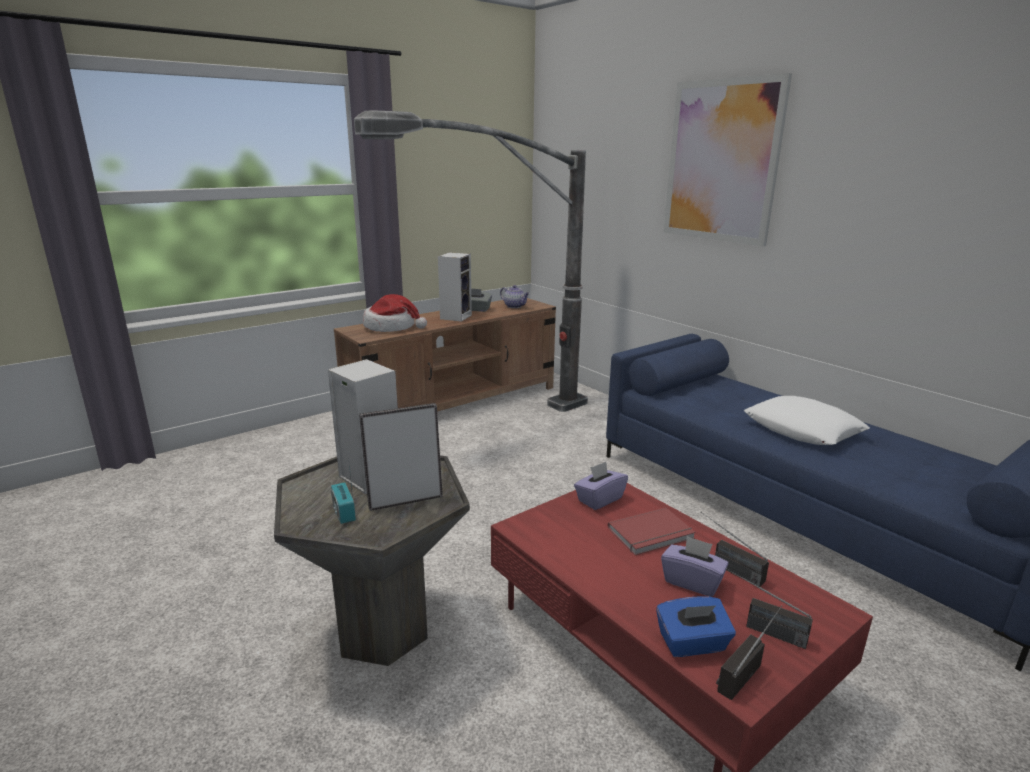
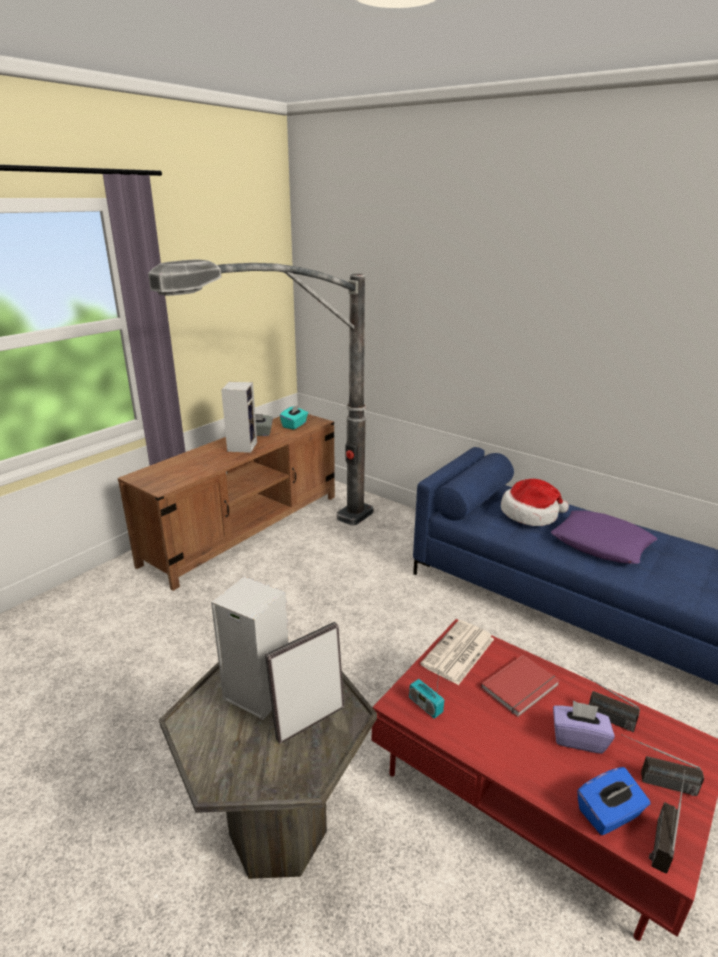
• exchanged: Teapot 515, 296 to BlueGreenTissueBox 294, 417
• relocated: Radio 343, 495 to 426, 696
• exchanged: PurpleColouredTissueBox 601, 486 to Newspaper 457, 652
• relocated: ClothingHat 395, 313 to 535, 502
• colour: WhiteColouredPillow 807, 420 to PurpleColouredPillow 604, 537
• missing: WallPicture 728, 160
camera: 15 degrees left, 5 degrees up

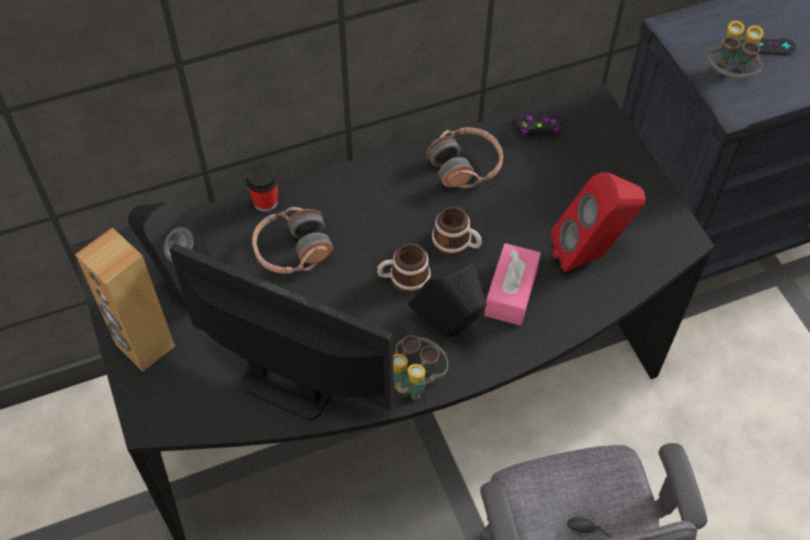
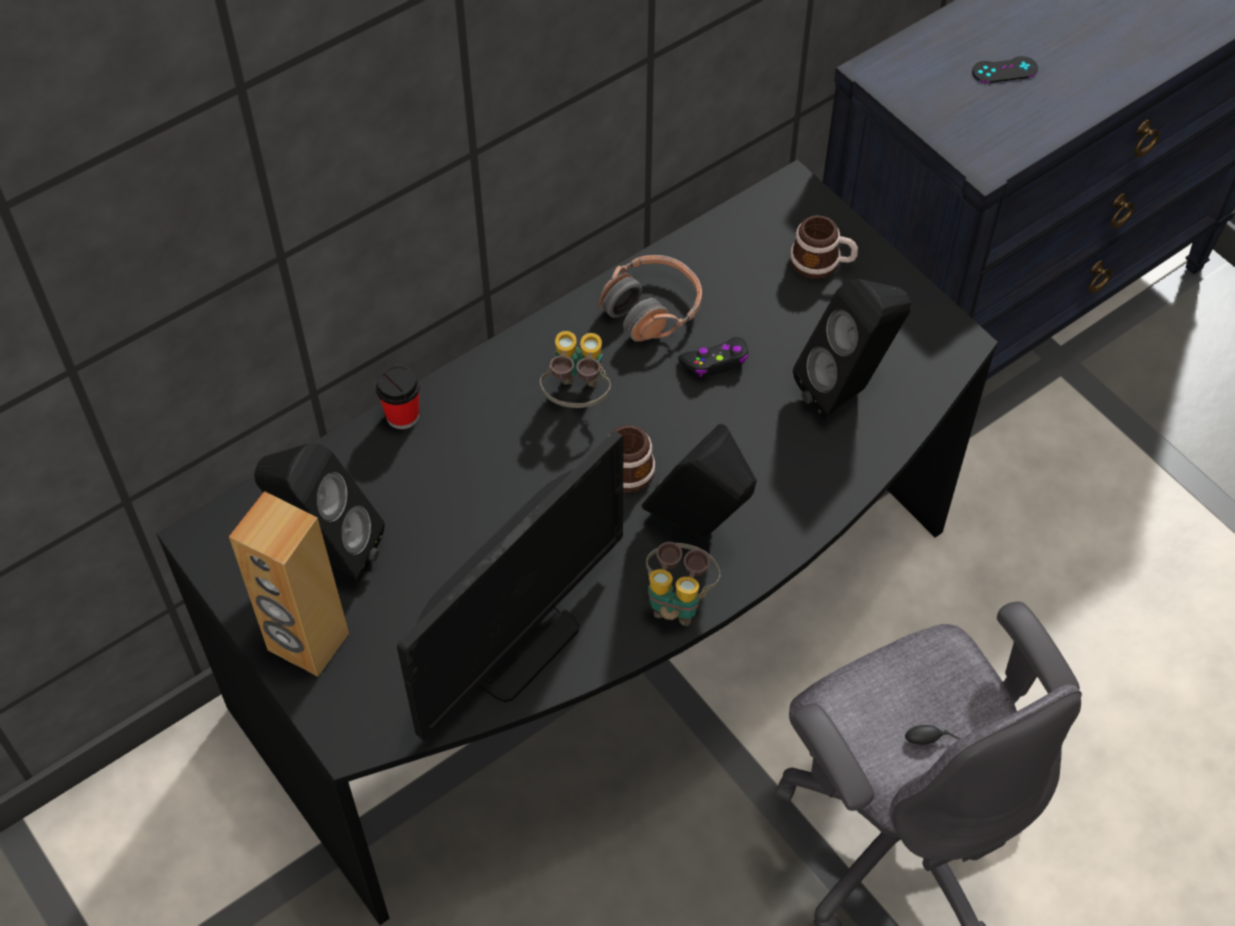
• spun: ComputerDisplay 281, 331 = 510, 586 120 degrees clockwise
• relocated: FieldGlasses 735, 49 to 575, 369
• relocated: BlackColouredJoypad 536, 126 to 713, 357
• relocated: Mug 456, 231 to 824, 247
• colour: ReddishAudioSpeaker 598, 222 to BlackColouredAudioSpeaker 852, 349
• missing: PairOfHeadphones 292, 240
• missing: PinkishTissueBox 512, 284
camera: 15 degrees left, 0 degrees up

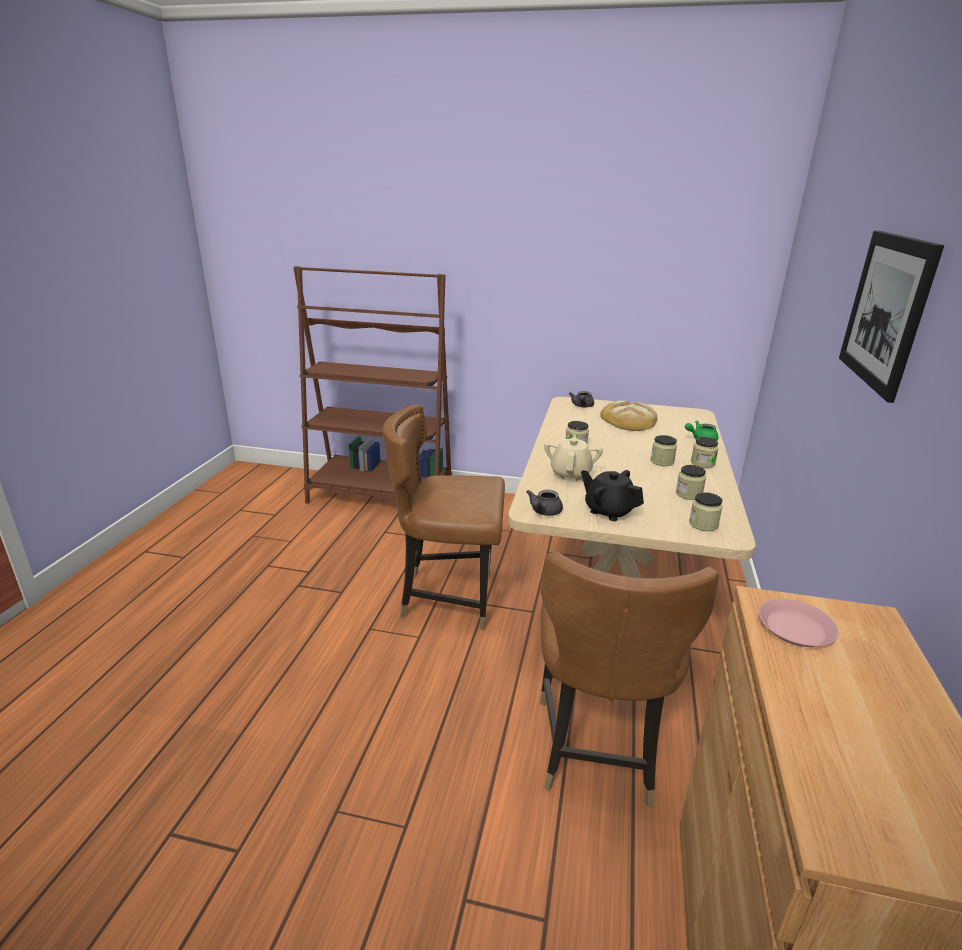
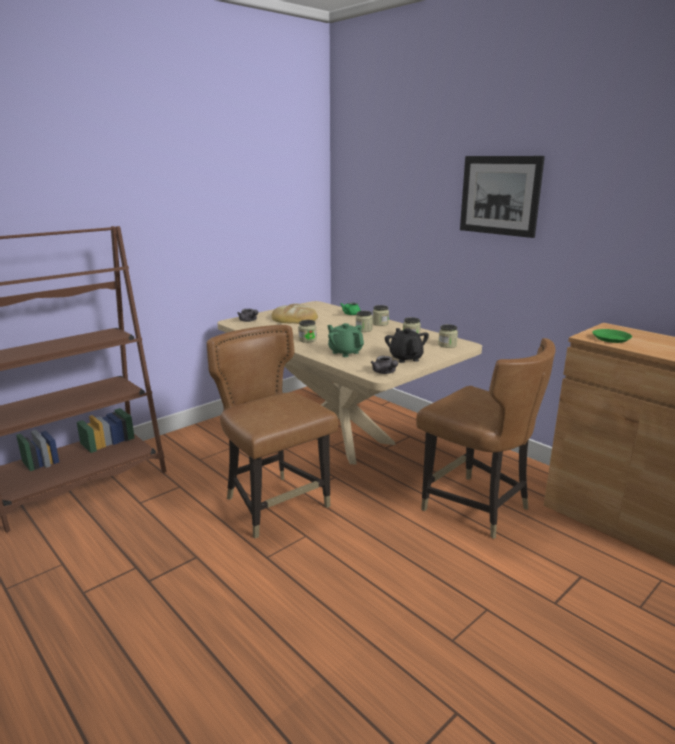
• spun: BrownColouredUprightChair 443, 517 = 272, 431 105 degrees clockwise
• colour: SandColouredTeapot 573, 458 to GreenColouredTeapot 345, 340
• spun: BlackColouredTeapot 612, 495 = 407, 345 90 degrees clockwise
• colour: PinkishPlate 799, 623 to GreenColouredPlate 612, 336
camera: 55 degrees left, 5 degrees down

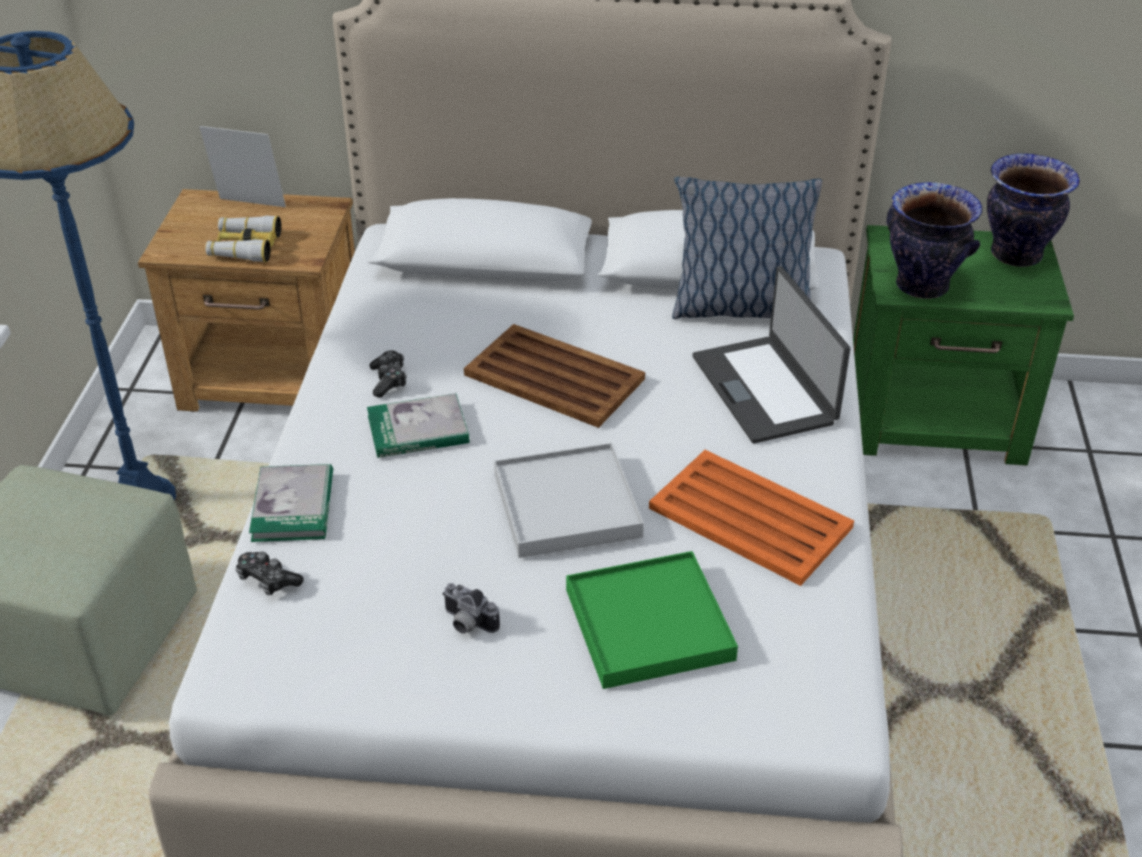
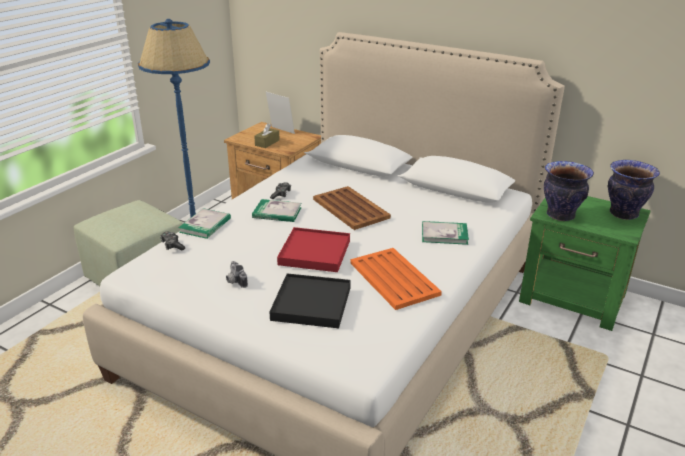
• exchanged: FieldGlasses 243, 239 to BrownColouredTissueBox 267, 135
• colour: GreenColouredServingTray 652, 620 to BlackColouredServingTray 309, 300
• colour: WhiteColouredServingTray 569, 500 to ReddishServingTray 313, 249
• exchanged: NotebookComputer 771, 354 to BoundBook 445, 233
• missing: Pillow 747, 248
camera: 25 degrees right, 10 degrees down

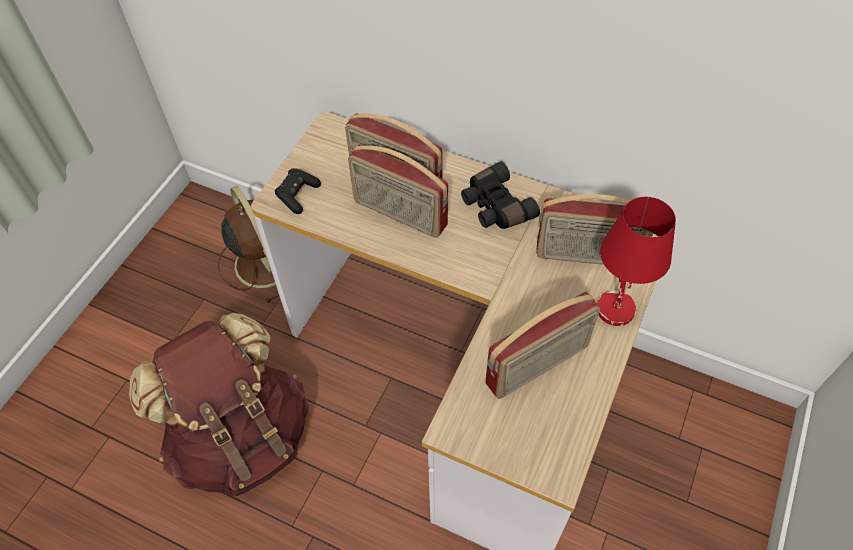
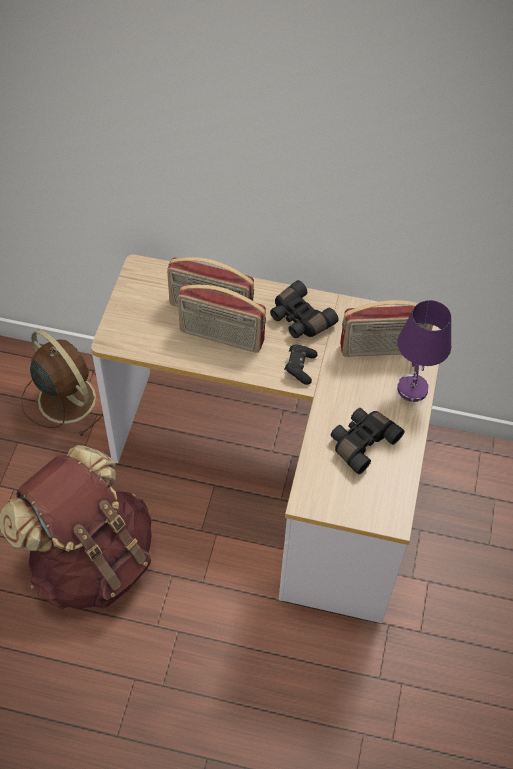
• relocated: BlackColouredJoypad 298, 191 to 301, 364
• exchanged: Radio 542, 345 to BlackColouredFieldGlasses 368, 441
• colour: ReddishTableLamp 636, 261 to PurpleColouredTableLamp 424, 351
camera: 15 degrees left, 0 degrees up

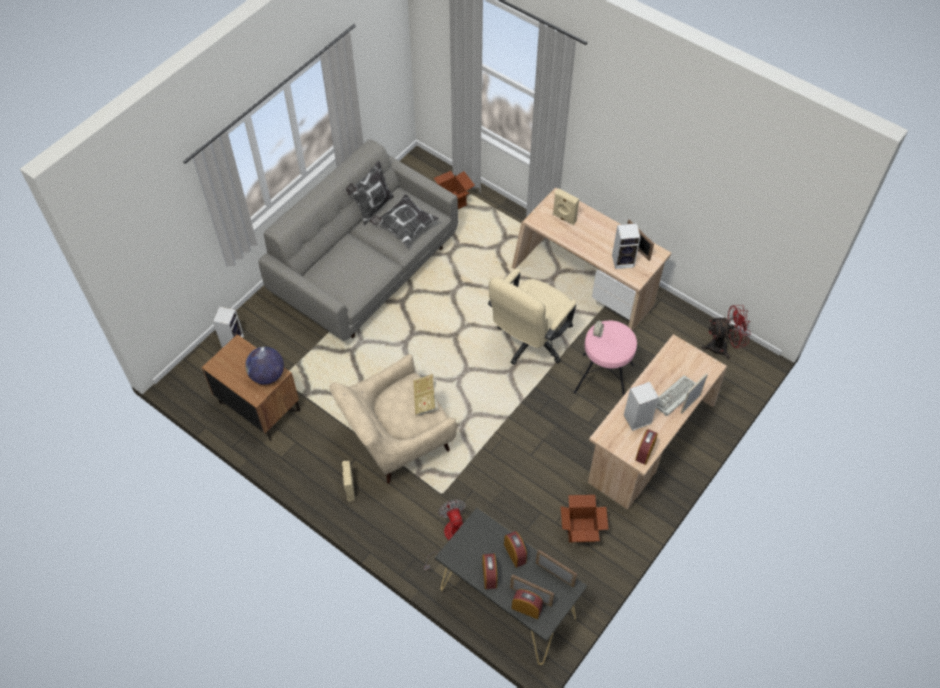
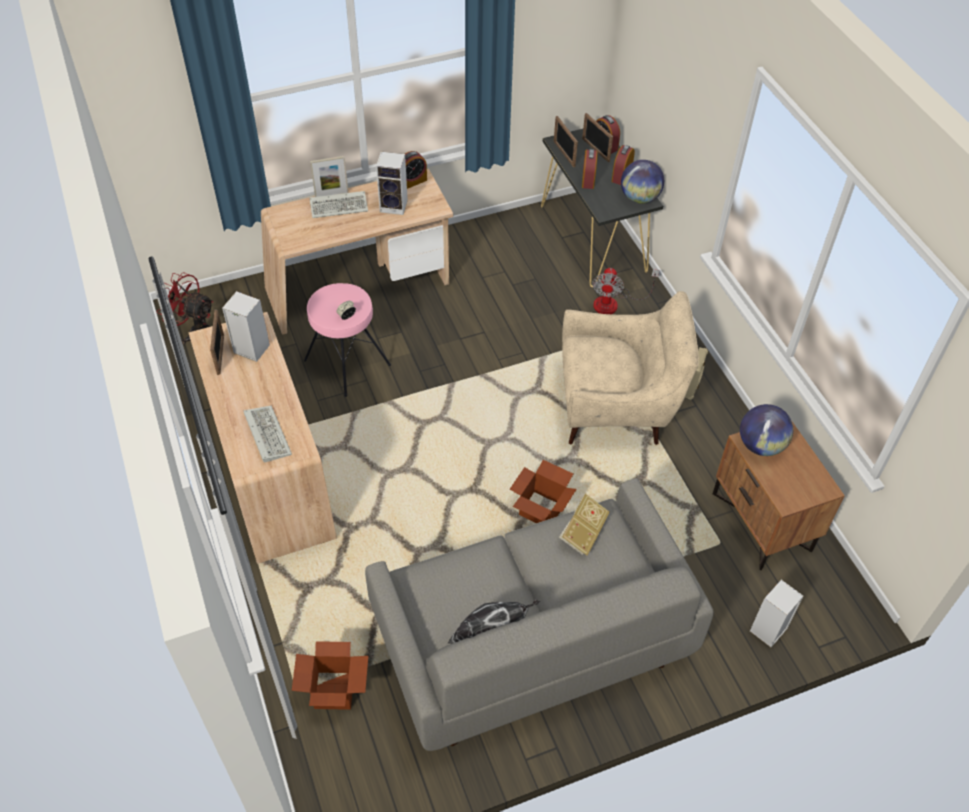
• exchanged: SandColouredAudioSpeaker 566, 206 to ComputerKeyboard 268, 434
• relocated: CardboardBox 584, 518 to 543, 491
• relocated: BoundBook 426, 394 to 584, 525
• appeared: DeskGlobe 642, 182
• missing: Pillow 404, 220
• missing: SandColouredOfficeChair 532, 316
camera: 150 degrees left, 5 degrees down

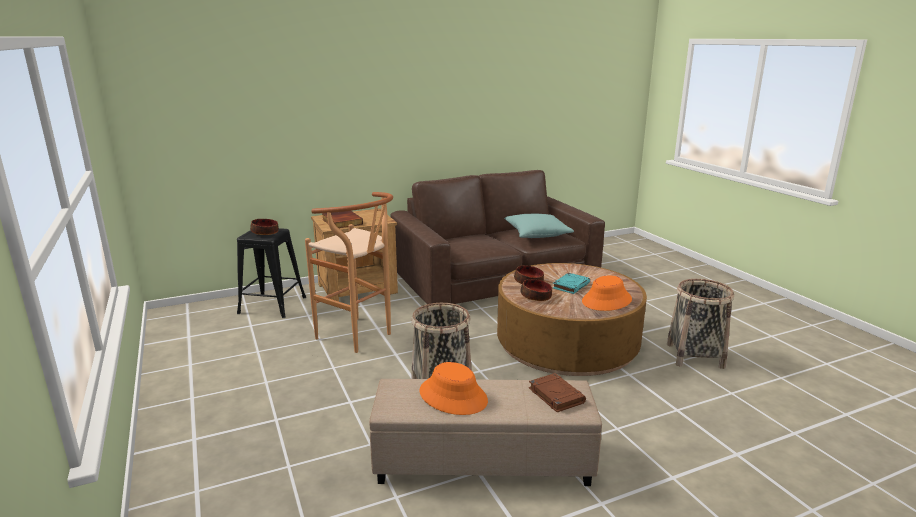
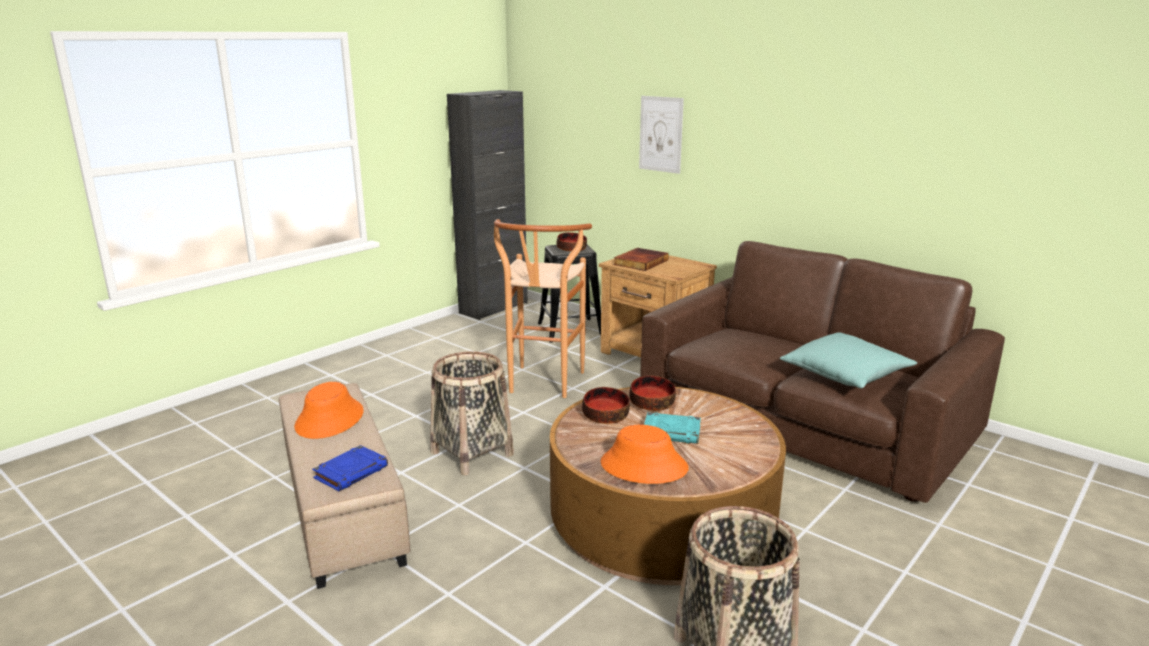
• colour: BrownColouredBoundBook 557, 392 to BlueColouredBoundBook 350, 468
• appeared: BlackColouredStorageCabinet 487, 205
• appeared: WallPicture 661, 135
camera: 65 degrees right, 0 degrees up

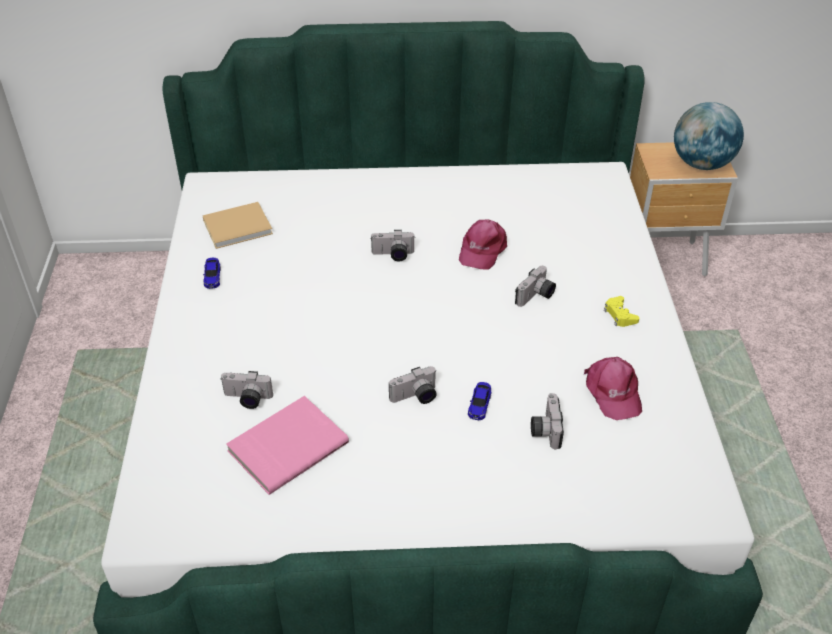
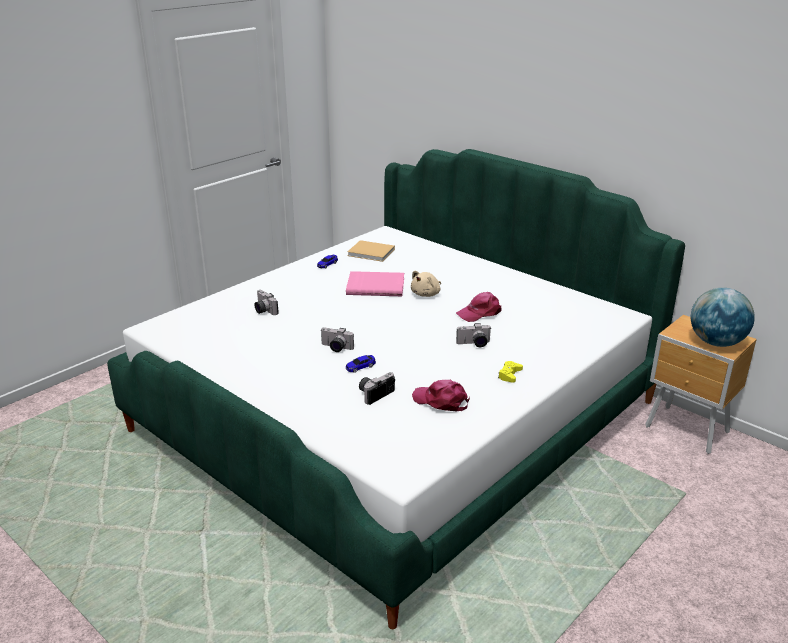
• relocated: PinkishBoundBook 287, 445 to 375, 283
• exchanged: PhotoCamera 392, 245 to SandColouredSoftToy 426, 284
• spun: PinkishCap 613, 388 = 441, 395 90 degrees clockwise
camera: 45 degrees right, 15 degrees down

